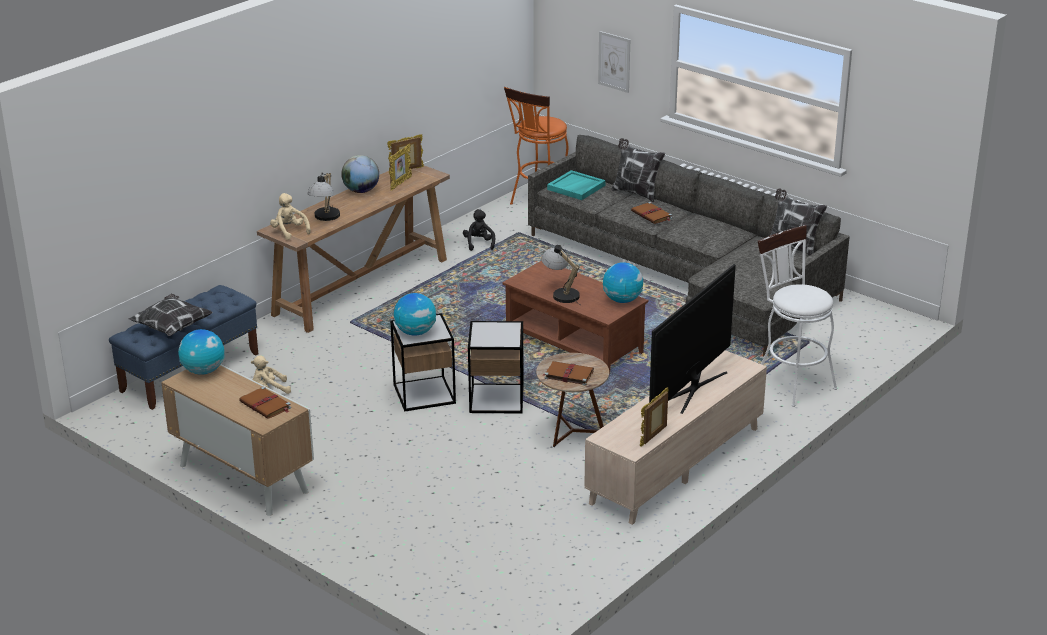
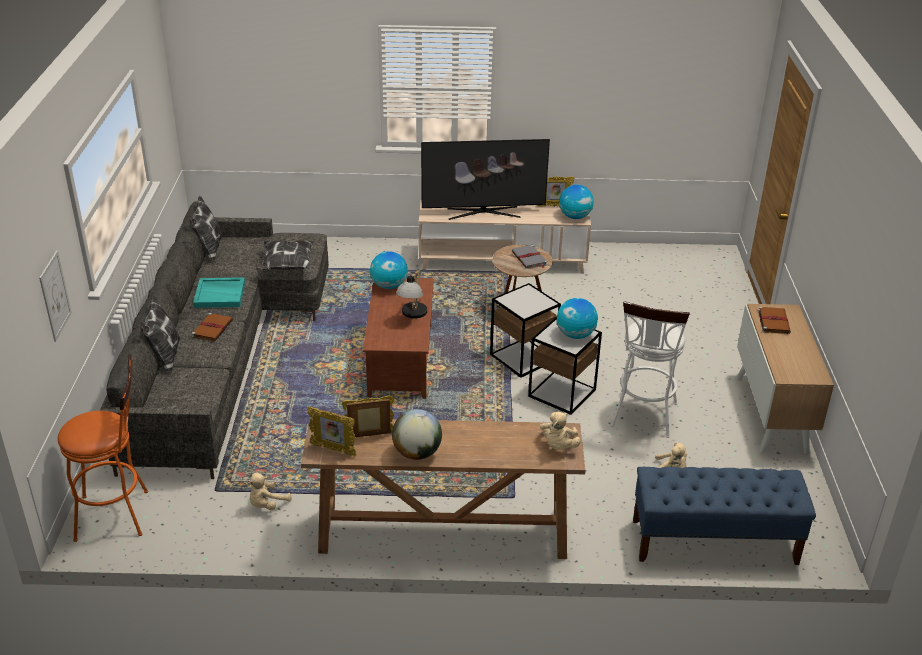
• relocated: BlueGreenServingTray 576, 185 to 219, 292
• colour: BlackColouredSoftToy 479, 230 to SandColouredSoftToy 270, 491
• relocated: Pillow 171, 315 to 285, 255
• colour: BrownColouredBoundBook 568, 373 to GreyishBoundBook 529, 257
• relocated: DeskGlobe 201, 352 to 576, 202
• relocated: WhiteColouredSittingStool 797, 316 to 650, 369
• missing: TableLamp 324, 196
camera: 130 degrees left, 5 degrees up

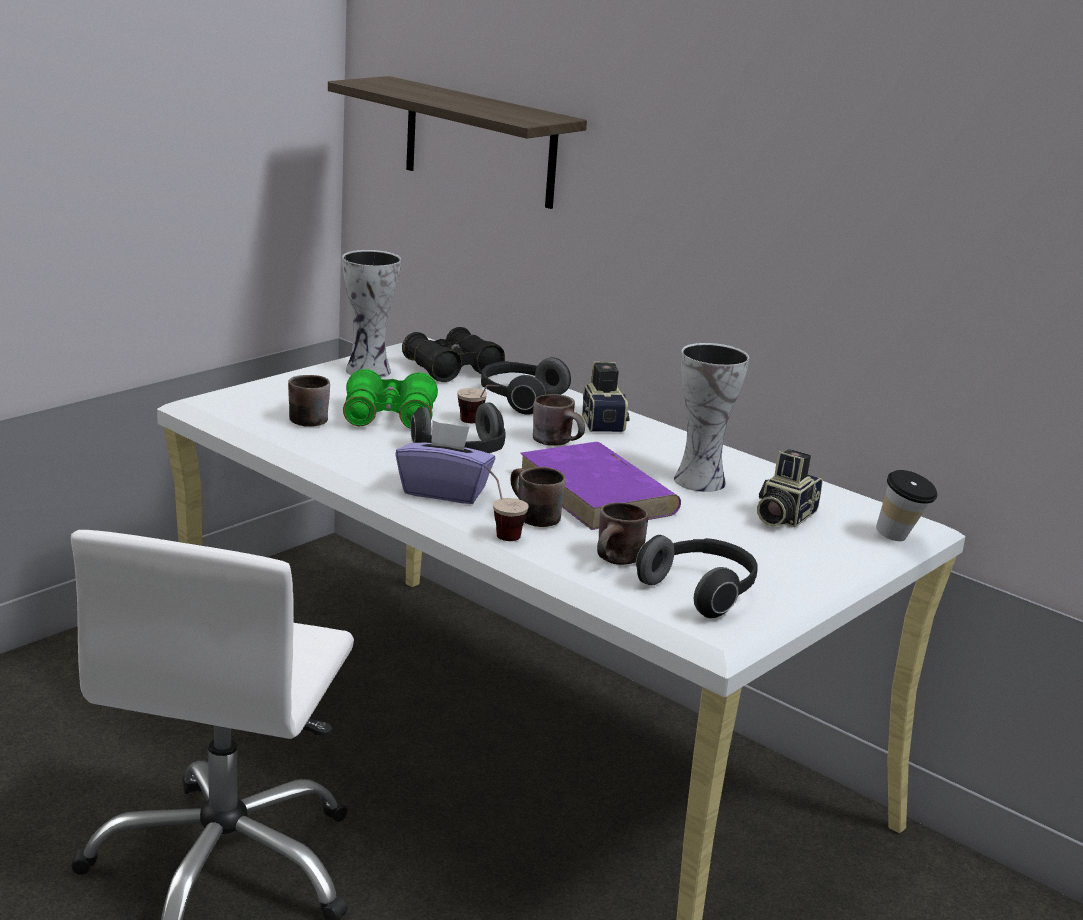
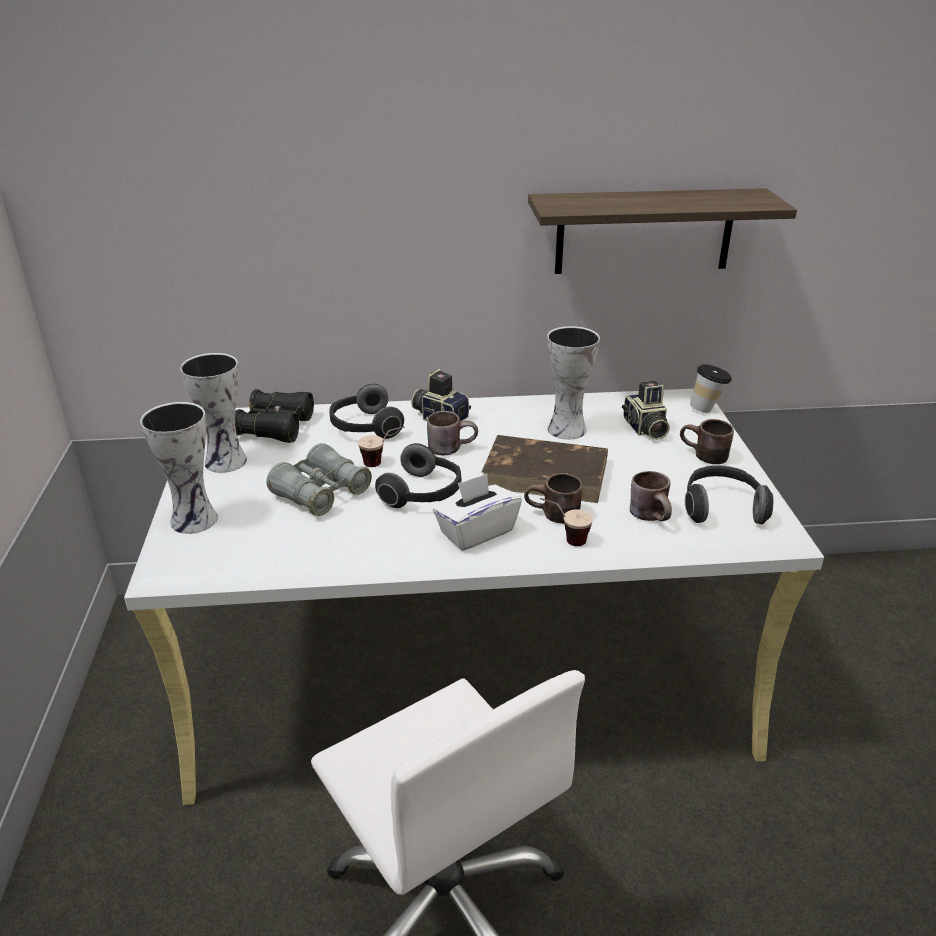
• appeared: DecorativeVase 179, 468
• colour: GreenColouredFieldGlasses 390, 399 to GreyishFieldGlasses 319, 479
• colour: PurpleColouredTissueBox 445, 462 to WhiteColouredTissueBox 477, 512
• colour: PurpleColouredBoundBook 600, 486 to BrownColouredBoundBook 544, 469
• relocated: WallShelf 457, 142 to 662, 231
• relocated: BrownColouredMug 309, 401 to 707, 441
camera: 45 degrees left, 10 degrees up

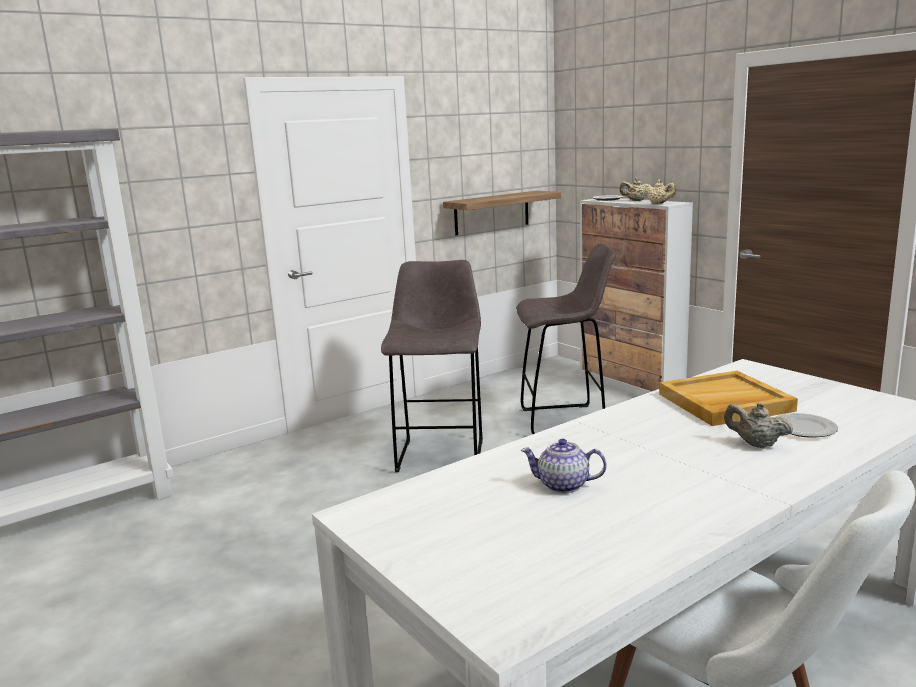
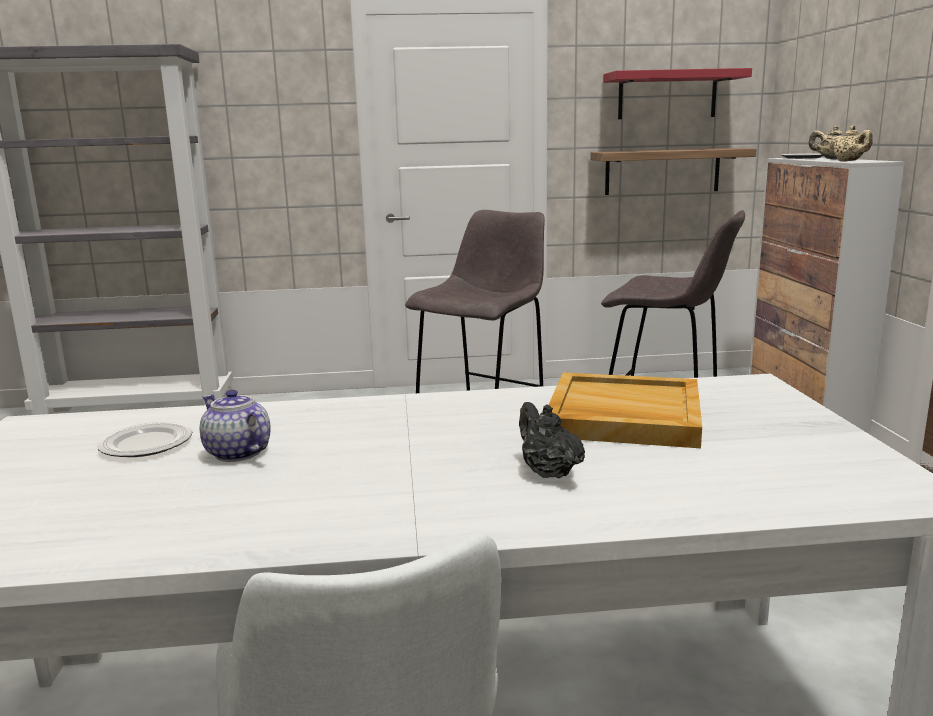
• relocated: Plate 807, 425 to 144, 439
• colour: SandColouredTeapot 758, 425 to BlackColouredTeapot 552, 440
• appeared: ReddishWallShelf 677, 93
camera: 30 degrees right, 0 degrees up

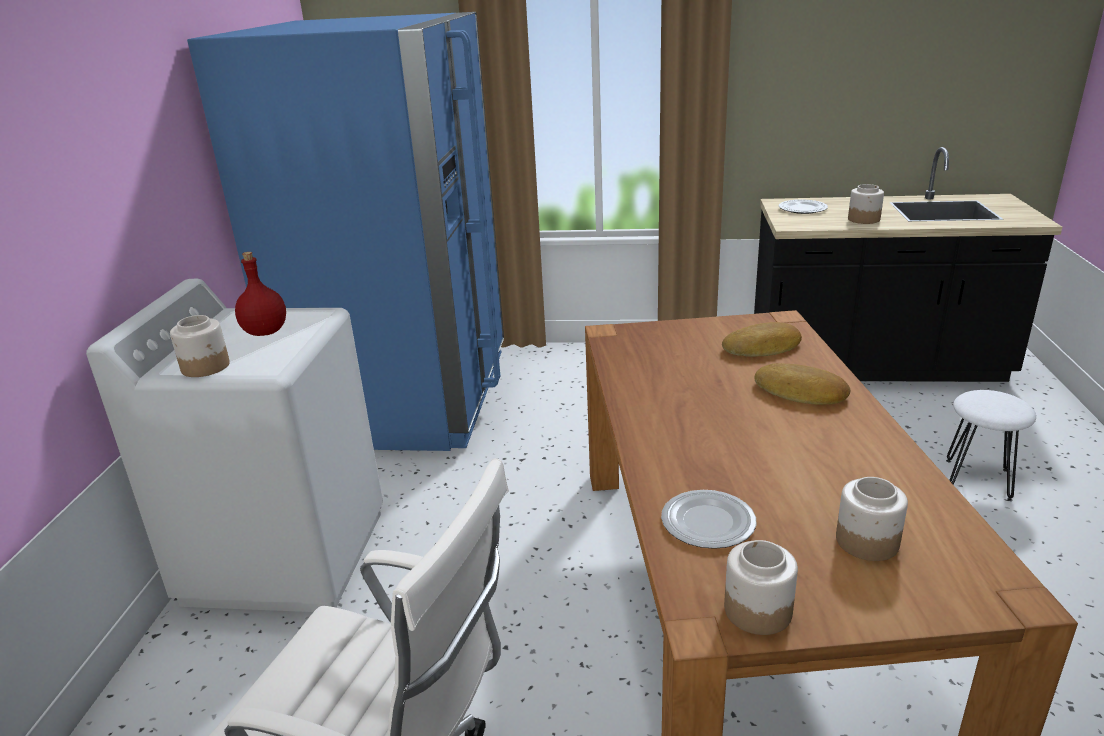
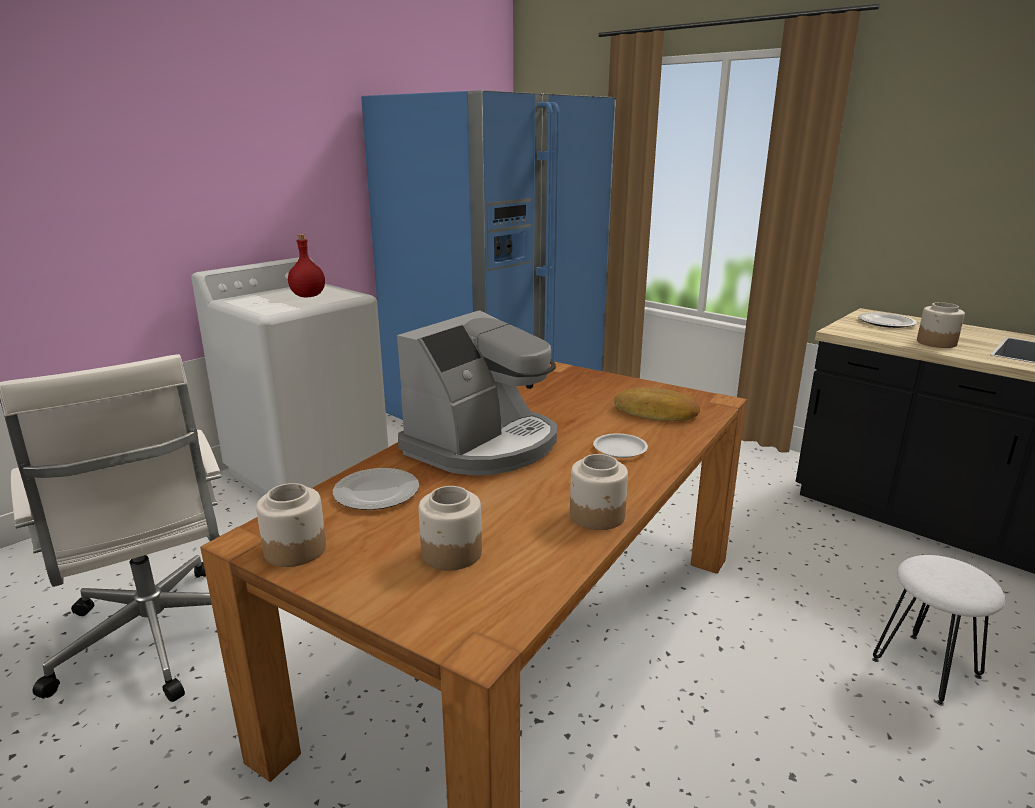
• appeared: CoffeeMaker 477, 392
• relocated: Jar 200, 346 to 599, 492
• exchanged: BakedBread 802, 384 to WhiteColouredPlate 620, 446
camera: 35 degrees right, 5 degrees down

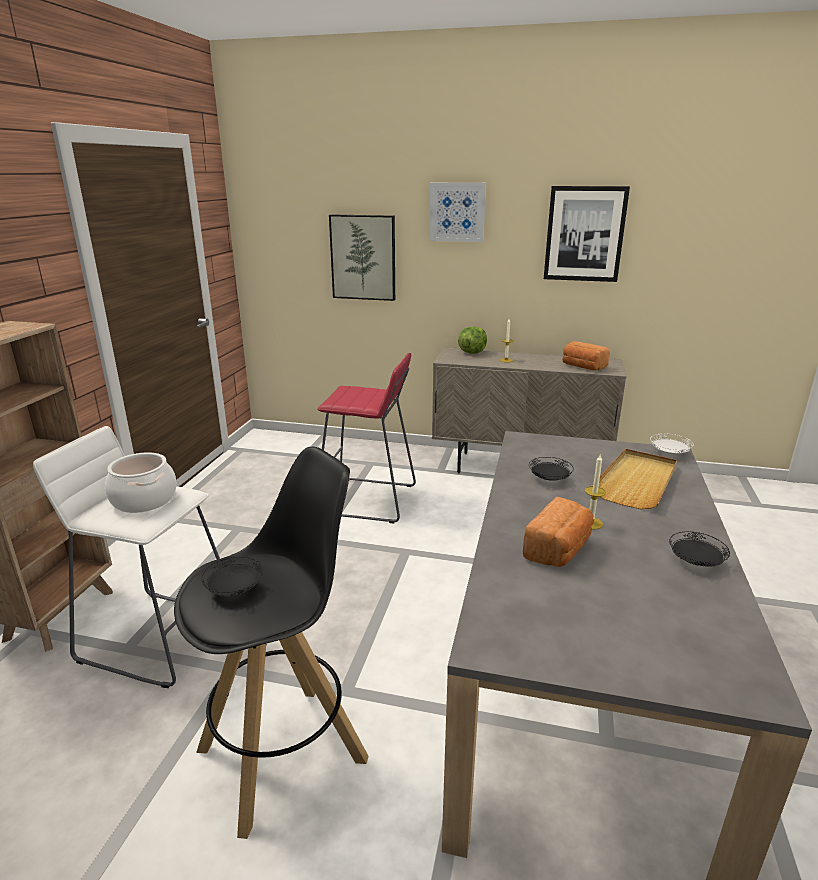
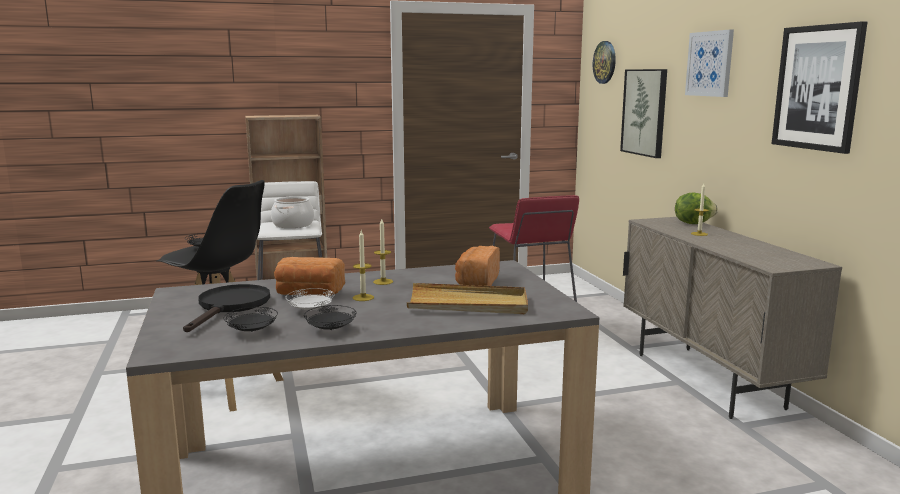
• appeared: BlackColouredSkillet 226, 308
• relocated: BlackColouredPlate 551, 469 to 250, 319
• relocated: WhiteColouredPlate 671, 444 to 310, 299
• appeared: Candle 383, 252
• relocated: BakedBread 586, 355 to 477, 266
• appeared: ClockOnTheWall 604, 62
camera: 60 degrees right, 10 degrees down

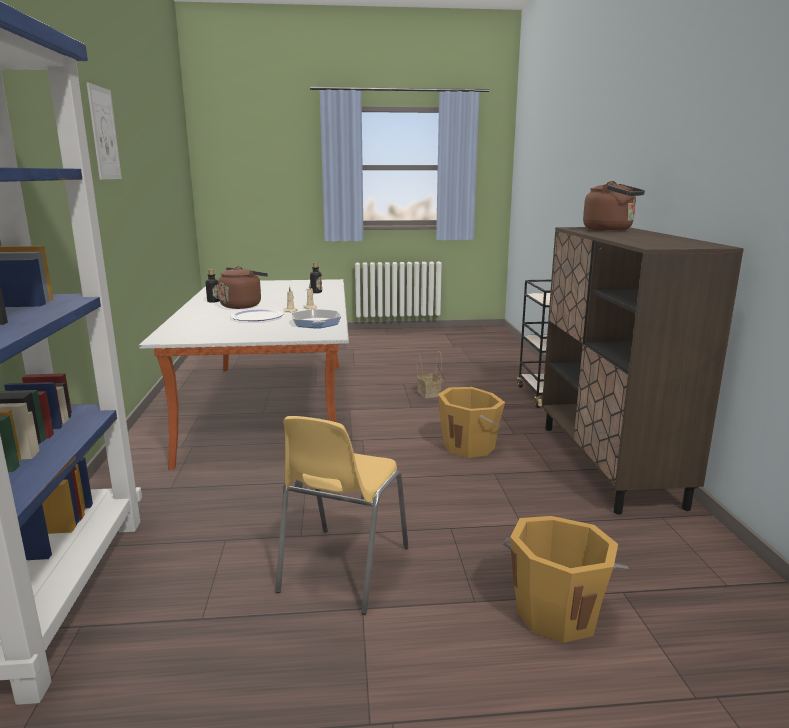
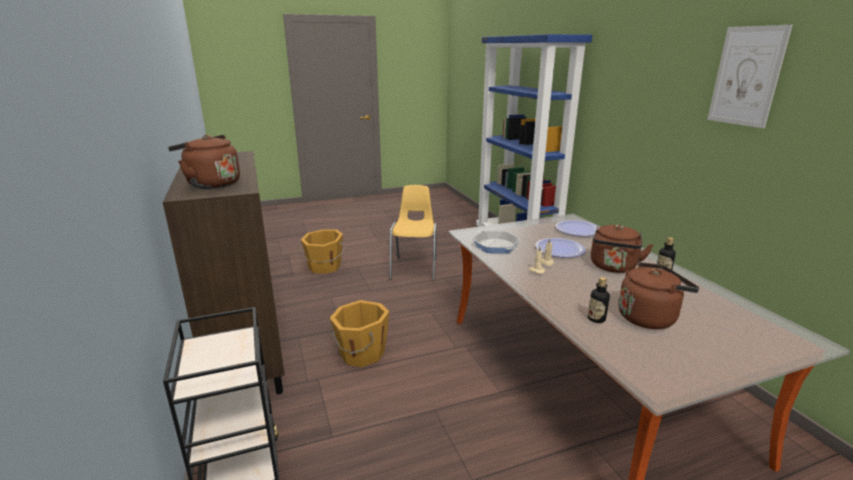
• appeared: Plate 577, 228
• appeared: BrownColouredWaterKettle 658, 295
• missing: StorageBasket 429, 374
camera: 165 degrees right, 5 degrees up

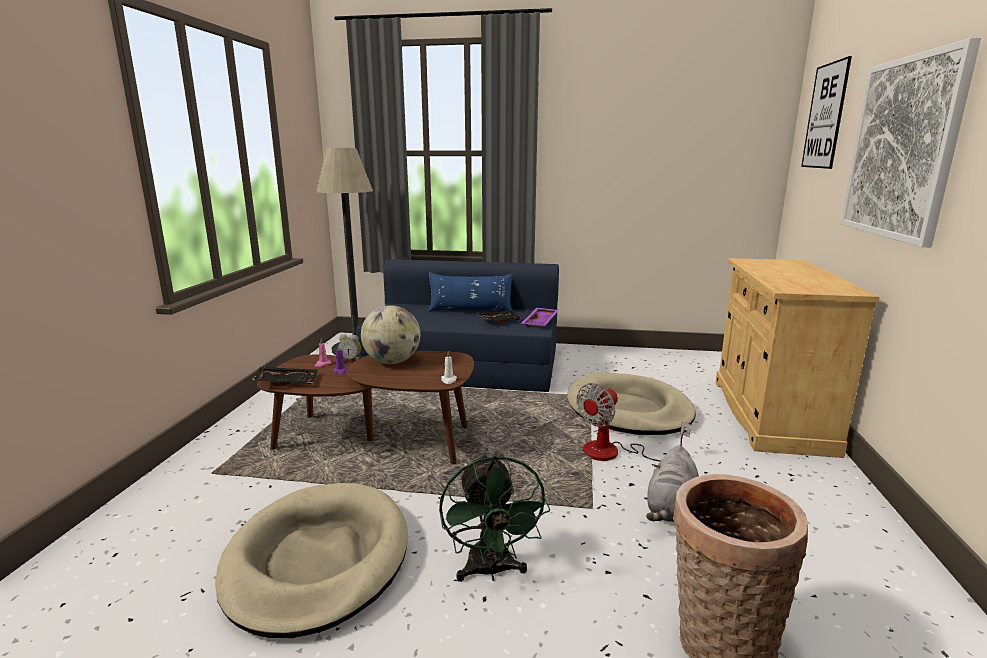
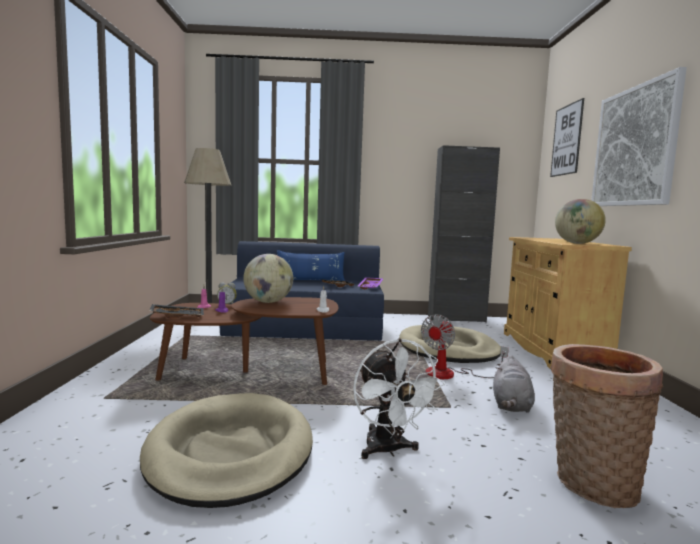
• colour: GreenColouredCoolingFan 494, 518 to WhiteColouredCoolingFan 399, 398
• appeared: BlackColouredStorageCabinet 464, 234
• appeared: DeskGlobe 580, 221
camera: 10 degrees left, 10 degrees down

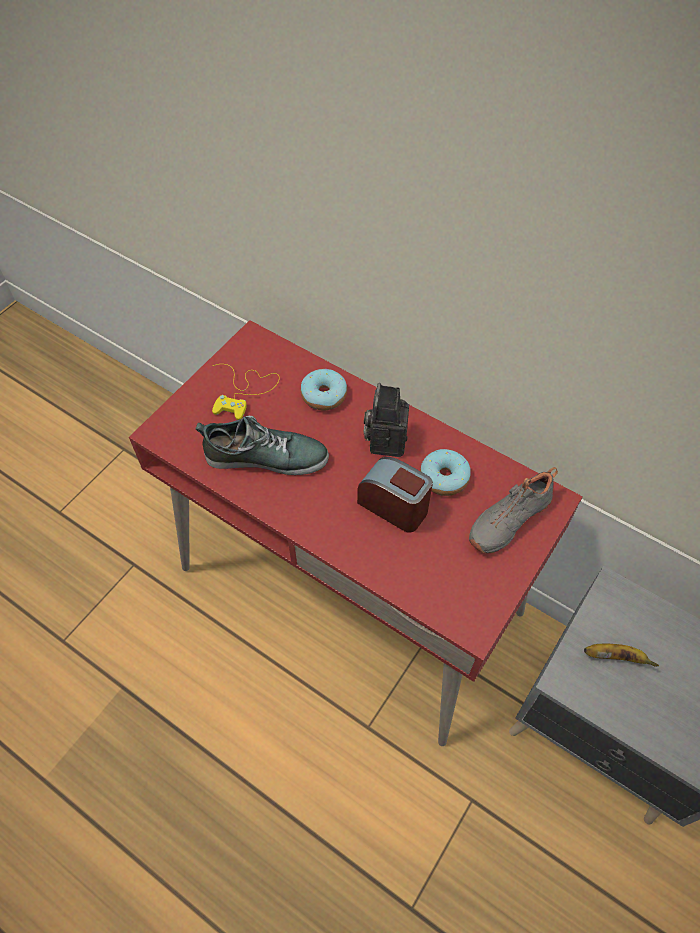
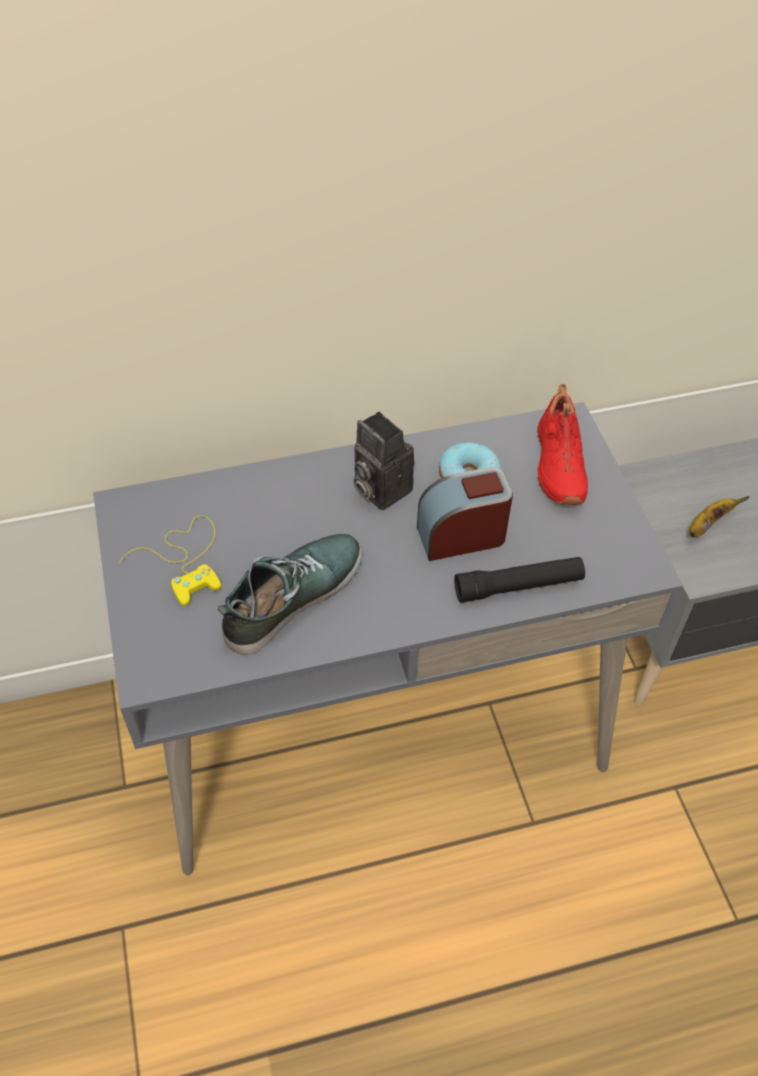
• colour: ReddishDesk 356, 533 to GreyishDesk 388, 638
• appeared: BlackColouredFlashlight 519, 580
• colour: GreyishShoe 513, 510 to ReddishShoe 562, 444
• missing: Doughnut 324, 389
camera: 50 degrees left, 5 degrees down

